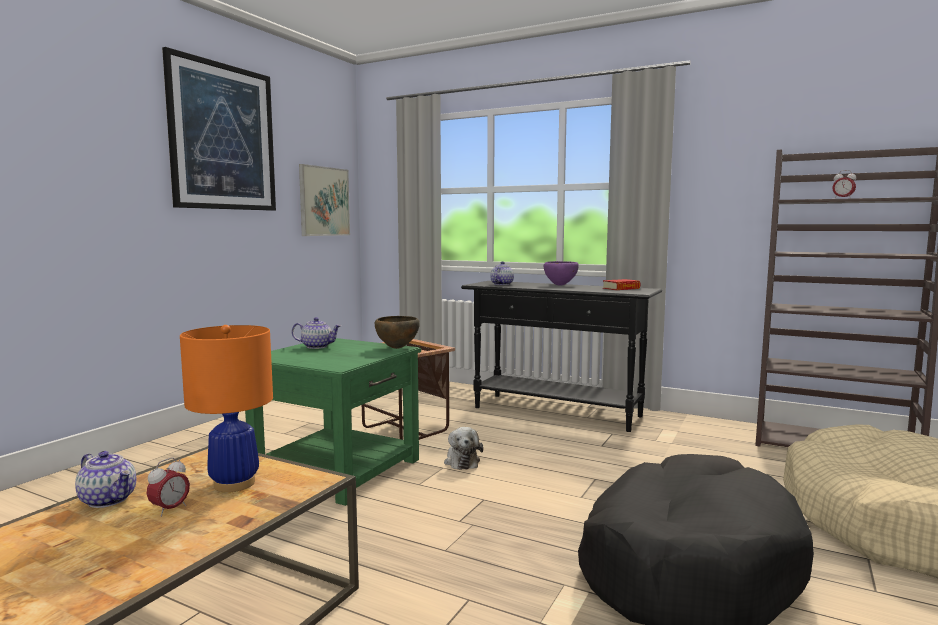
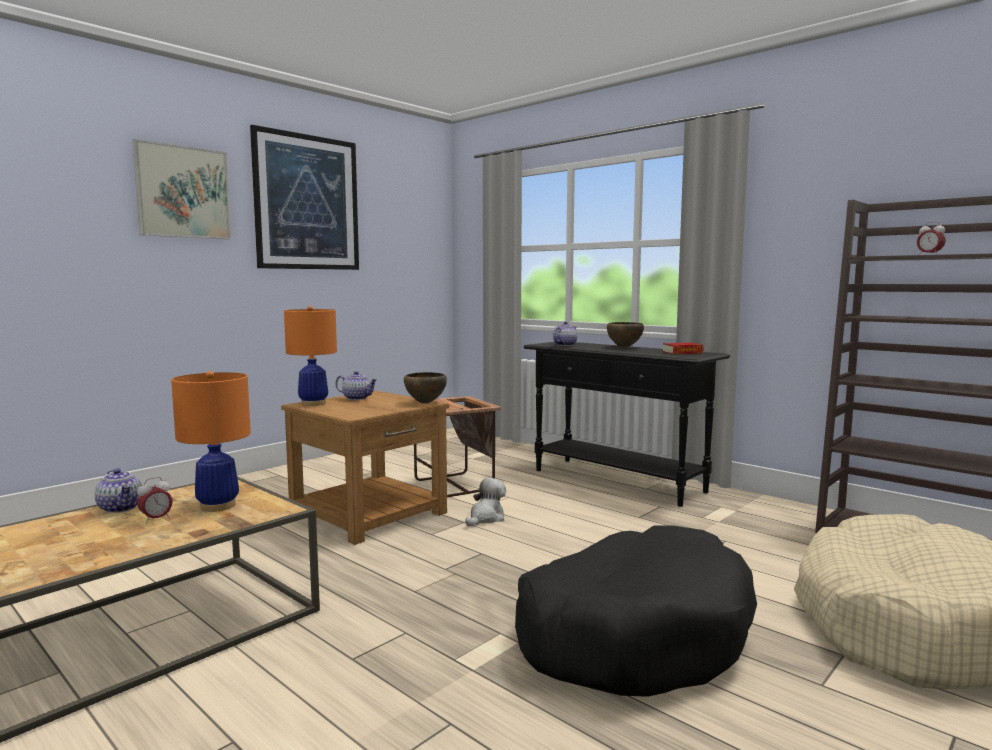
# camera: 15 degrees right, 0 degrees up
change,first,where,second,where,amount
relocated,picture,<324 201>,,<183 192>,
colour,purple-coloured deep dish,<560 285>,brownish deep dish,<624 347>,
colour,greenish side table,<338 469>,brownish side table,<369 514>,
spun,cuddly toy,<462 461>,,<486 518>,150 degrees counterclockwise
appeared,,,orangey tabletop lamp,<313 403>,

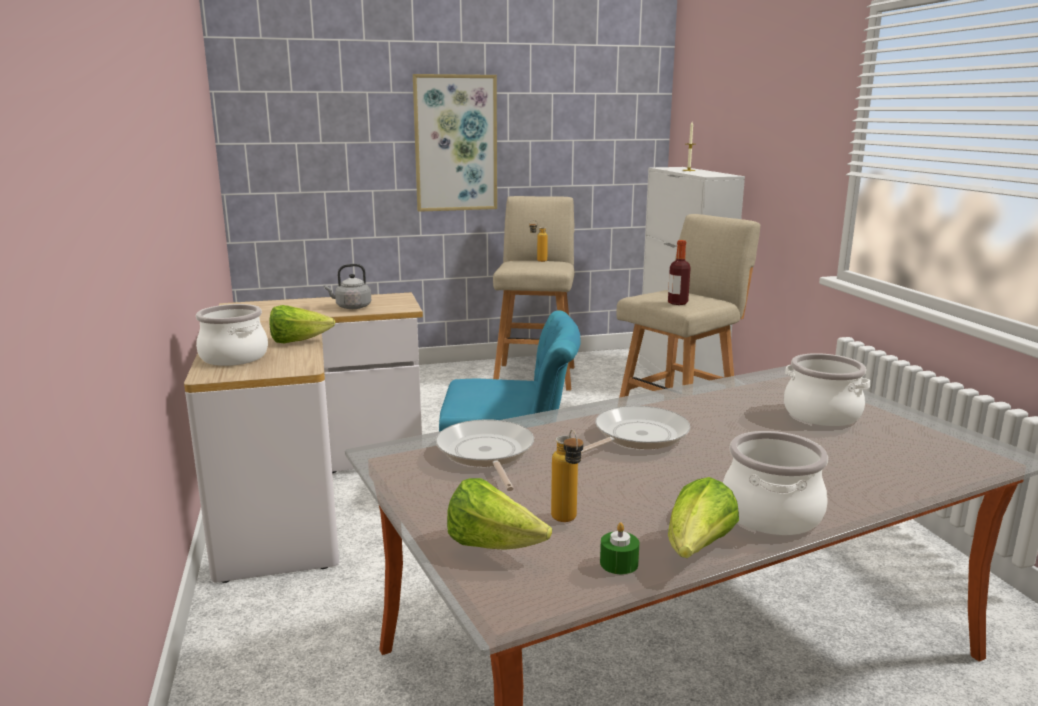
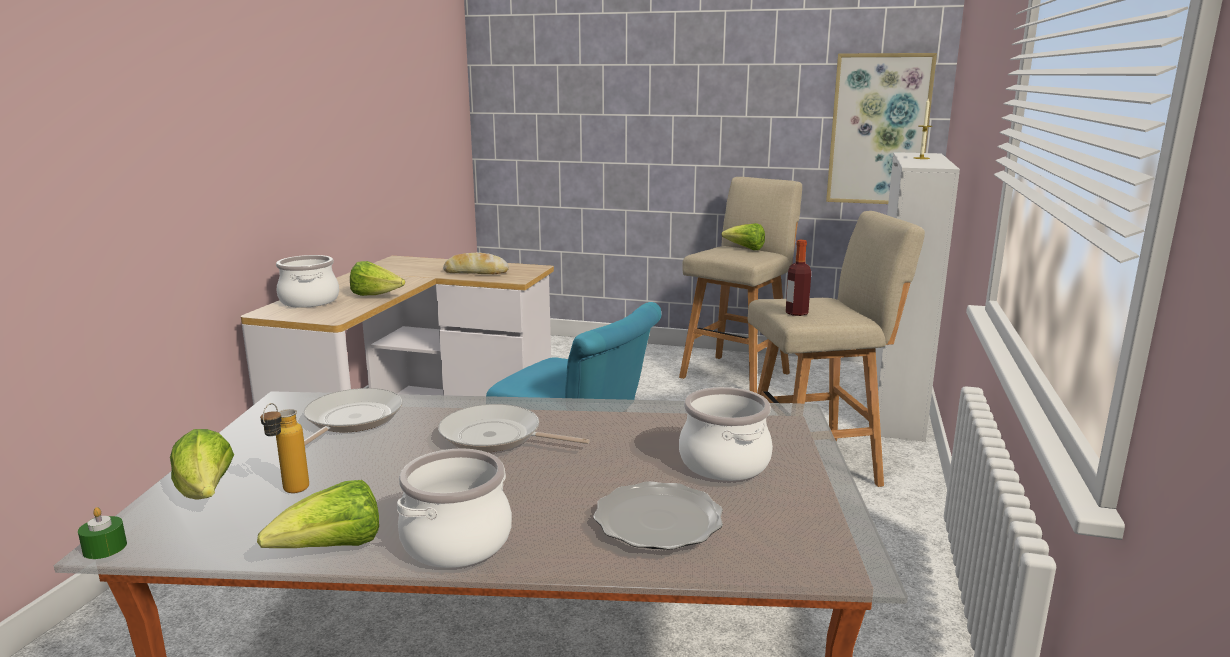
# camera: 30 degrees right, 0 degrees up
change,first,where,second,where,amount
relocated,picture,<455 143>,,<879 130>,
exchanged,drink bottle,<537 260>,head of lettuce,<745 249>,
exchanged,gray tea kettle,<351 307>,baked bread,<476 272>,
spun,pan,<636 436>,,<496 437>,150 degrees counterclockwise
relocated,greenish wax candle,<619 563>,,<105 548>,
appeared,,,flat dish,<657 521>,

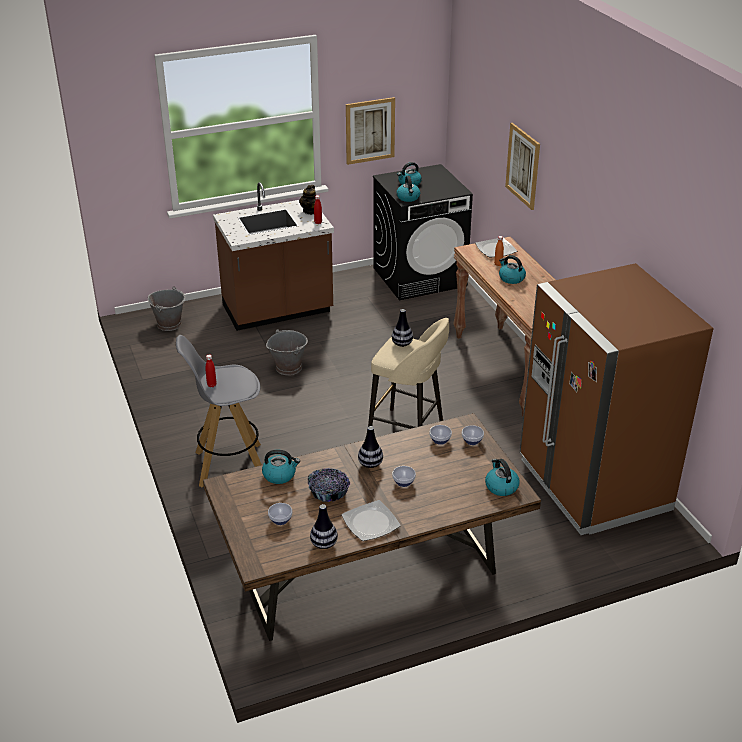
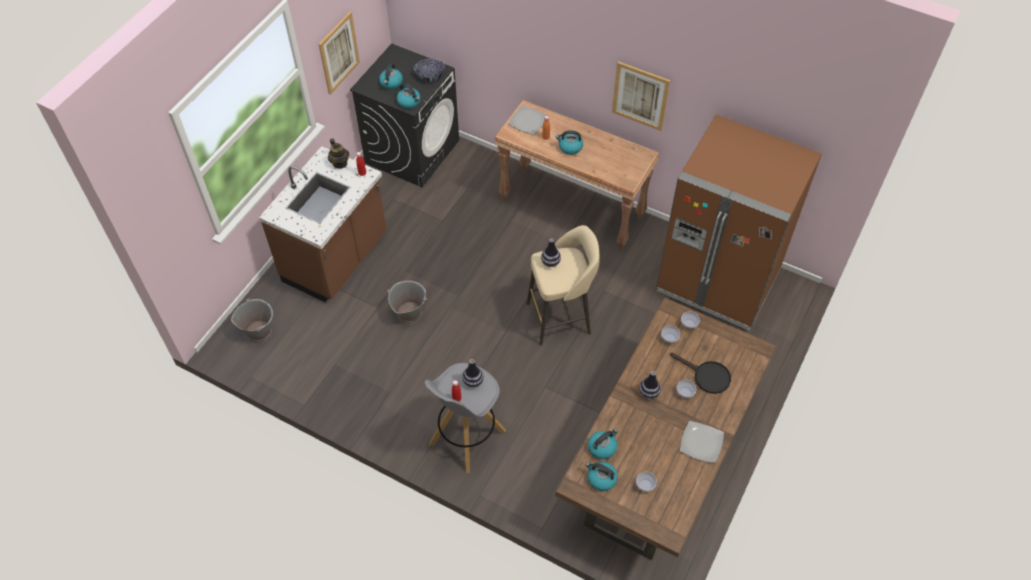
# camera: 40 degrees left, 20 degrees up
change,first,where,second,where,amount
relocated,picture,<523 166>,,<640 96>,
relocated,tea kettle,<501 486>,,<601 479>,
relocated,deep dish,<328 492>,,<429 75>,
relocated,flower vase,<324 544>,,<473 381>,
appeared,,,black pan,<706 376>,

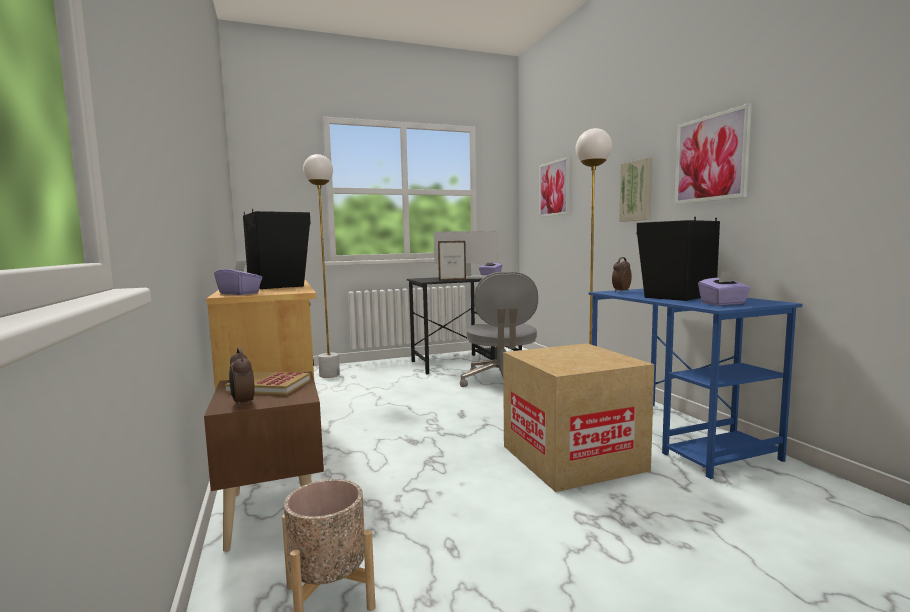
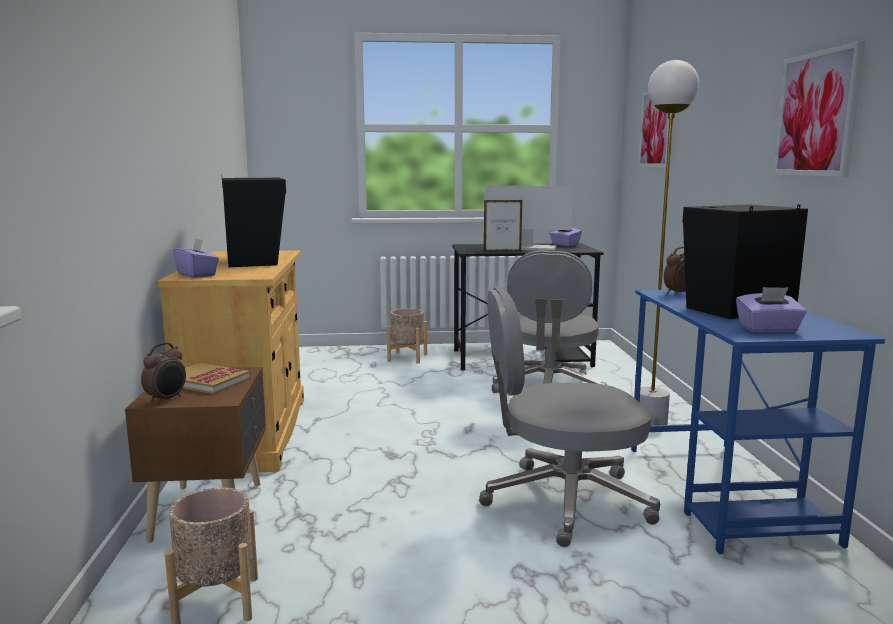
# camera: 15 degrees right, 5 degrees up
change,first,where,second,where,amount
missing,white standard lamp,<329 375>,,,
missing,picture,<637 191>,,,
exchanged,carton,<572 458>,gray office chair,<563 501>,
spun,alarm clock,<242 404>,,<167 399>,135 degrees counterclockwise
appeared,,,beige-coloured plant pot,<407 358>,

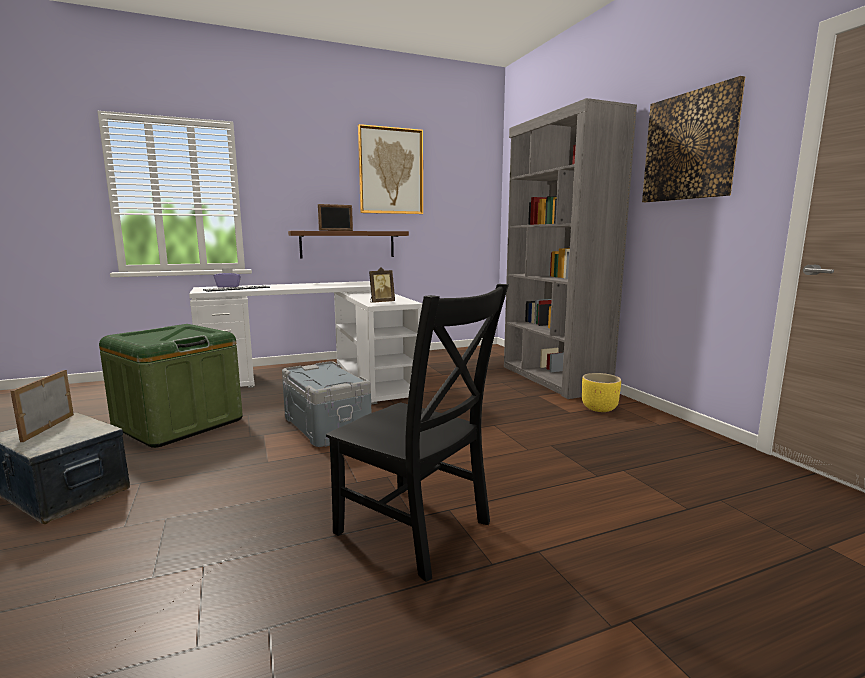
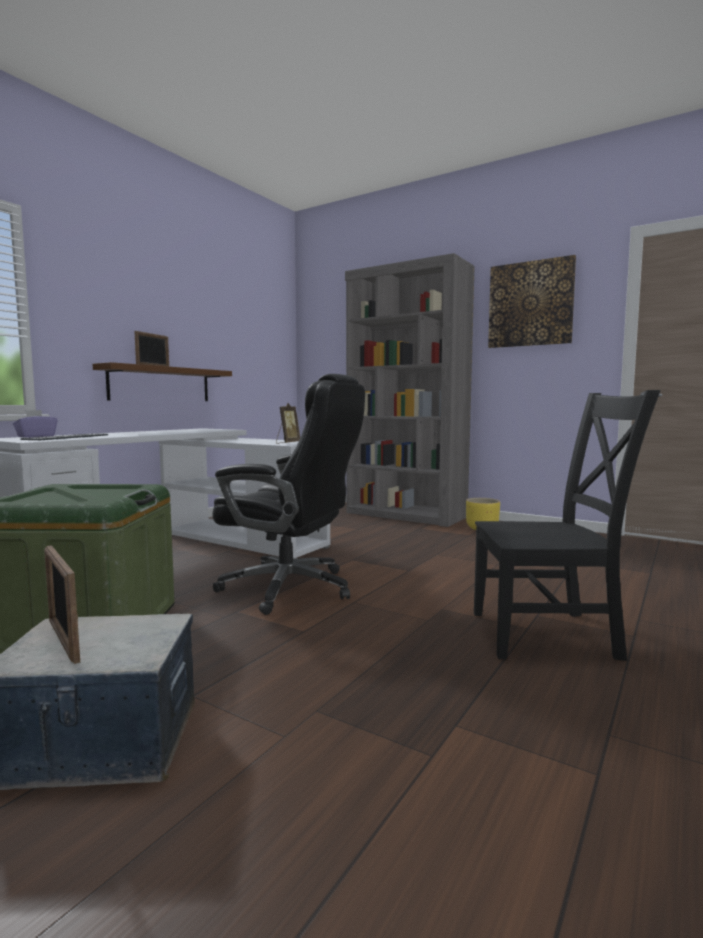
# camera: 35 degrees left, 5 degrees down
change,first,where,second,where,amount
missing,picture,<391 171>,,,
exchanged,gray storage box,<325 426>,black office chair,<290 588>,

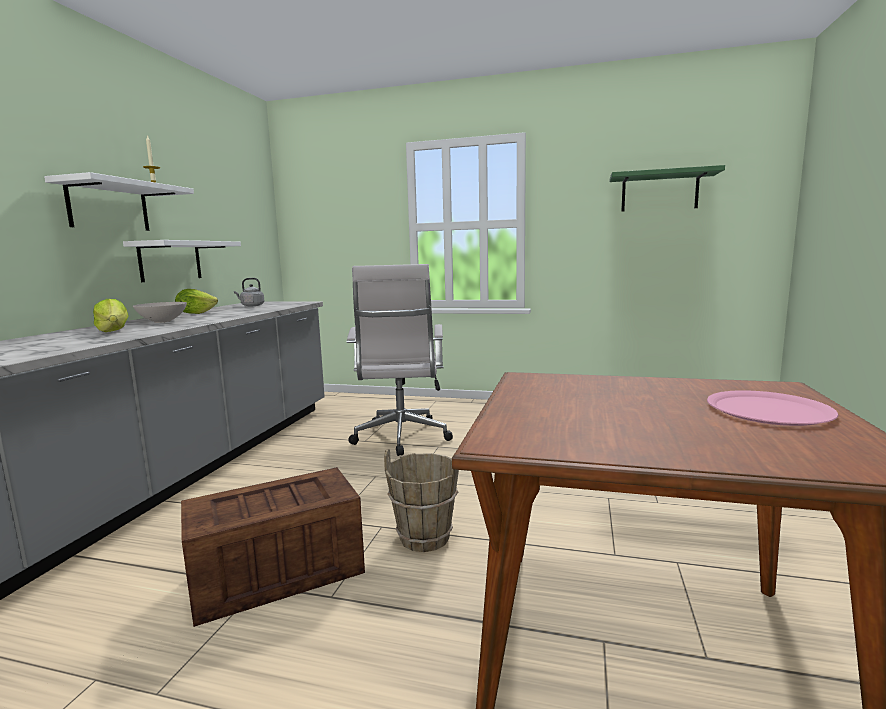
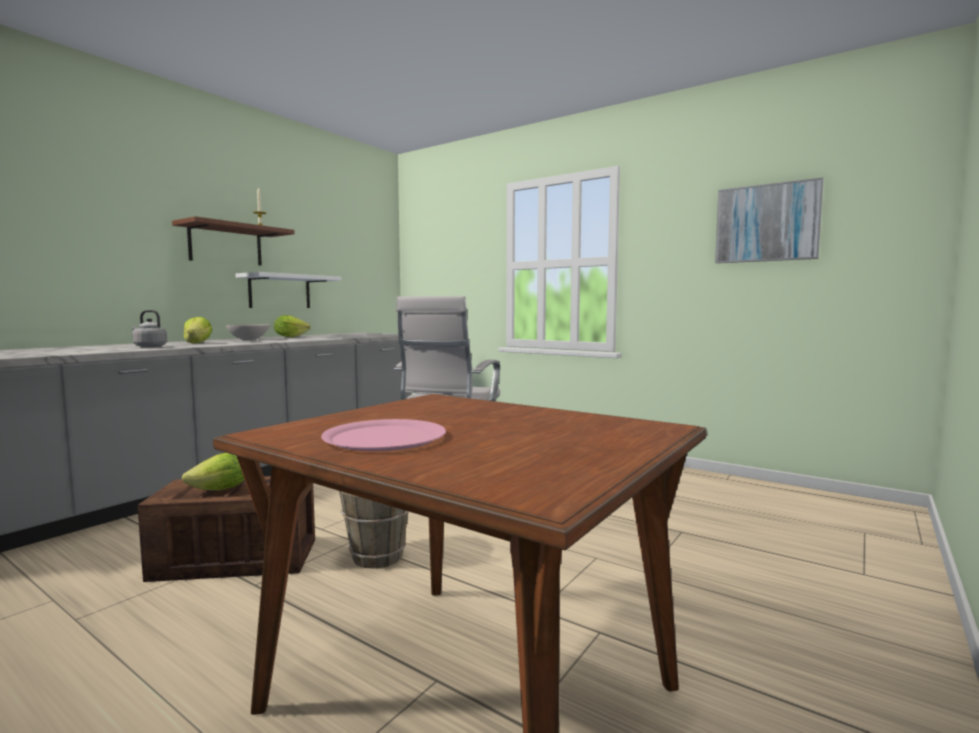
# camera: 20 degrees right, 5 degrees down
change,first,where,second,where,amount
exchanged,greenish bracket shelf,<659 192>,picture,<767 223>,
colour,white bracket shelf,<108 206>,brownish bracket shelf,<226 245>,
relocated,gray tea kettle,<251 306>,,<149 346>,
relocated,pink-coloured flat dish,<768 410>,,<384 437>,
appeared,,,head of lettuce,<221 490>,

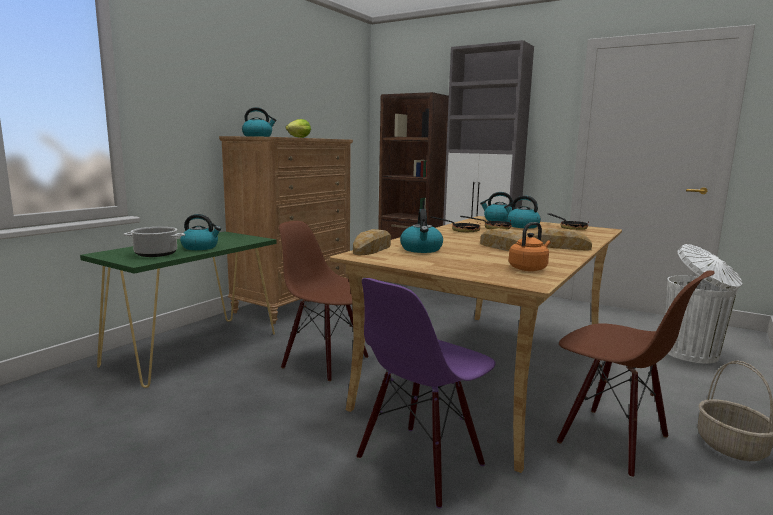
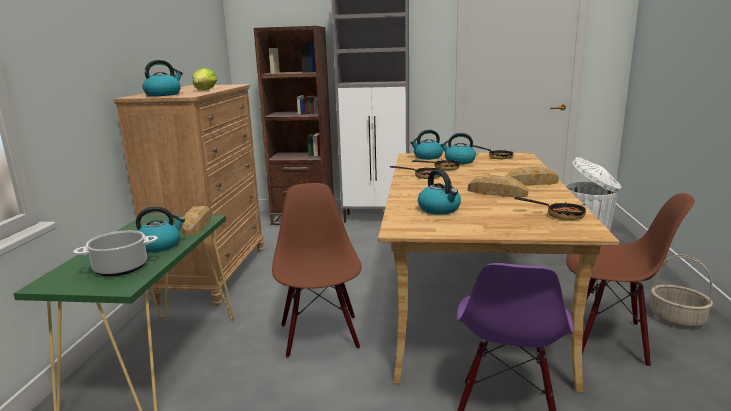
# camera: 25 degrees left, 5 degrees up
change,first,where,second,where,amount
spun,brownish chair,<326 361>,,<320 335>,75 degrees clockwise
exchanged,orangey tea kettle,<529 268>,pan,<559 215>,
relocated,baked bread,<373 249>,,<197 225>,

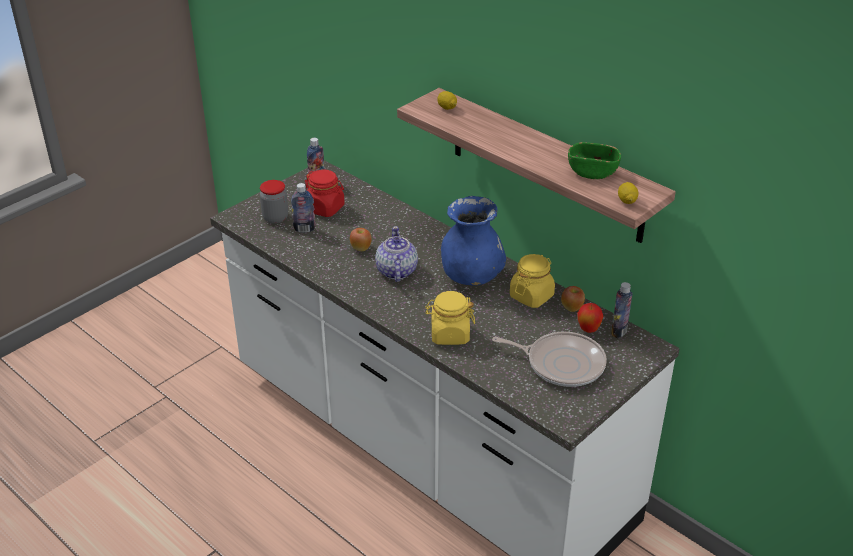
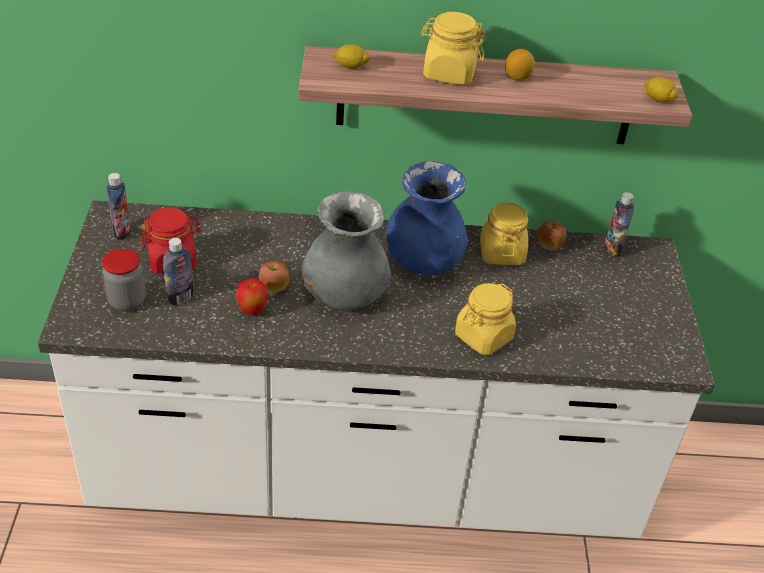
# camera: 45 degrees left, 5 degrees up
change,first,where,second,where,amount
missing,greenish deep dish,<592 172>,,,
exchanged,teapot,<396 271>,gray flower vase,<344 295>,
relocated,whole apple,<588 330>,,<252 311>,
missing,pan,<561 363>,,,
appeared,,,yellow preserve jar,<449 73>,
appeared,,,lemon,<517 78>,

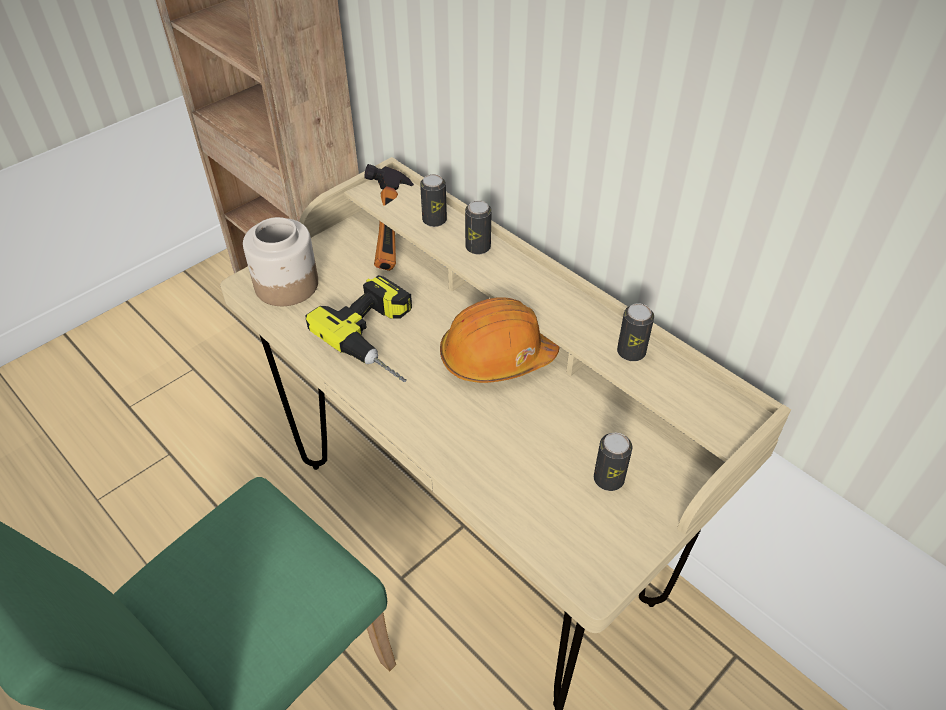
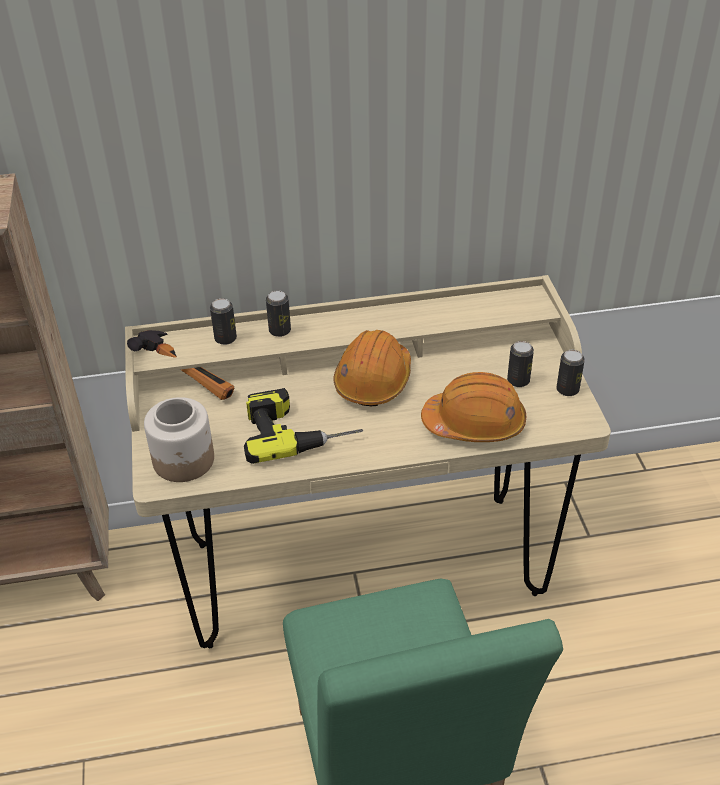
# camera: 55 degrees left, 5 degrees down
change,first,where,second,where,amount
relocated,can,<631 352>,,<567 389>,
appeared,,,orangey safety helmet,<474 423>,

